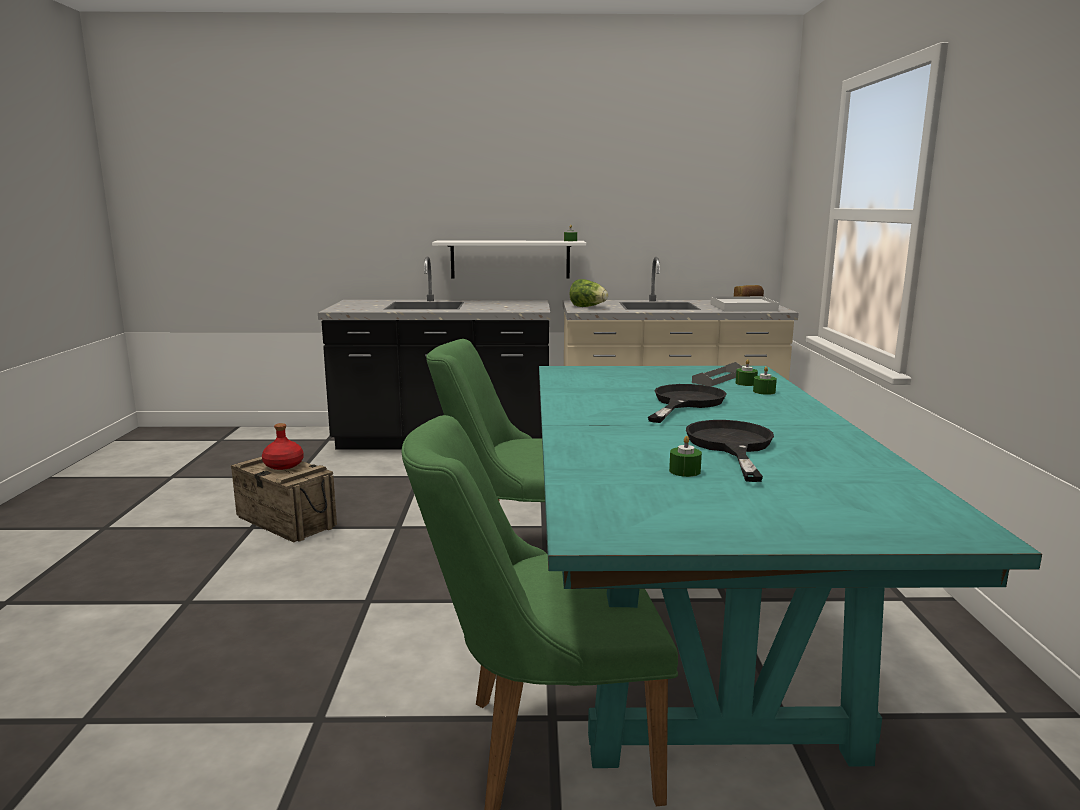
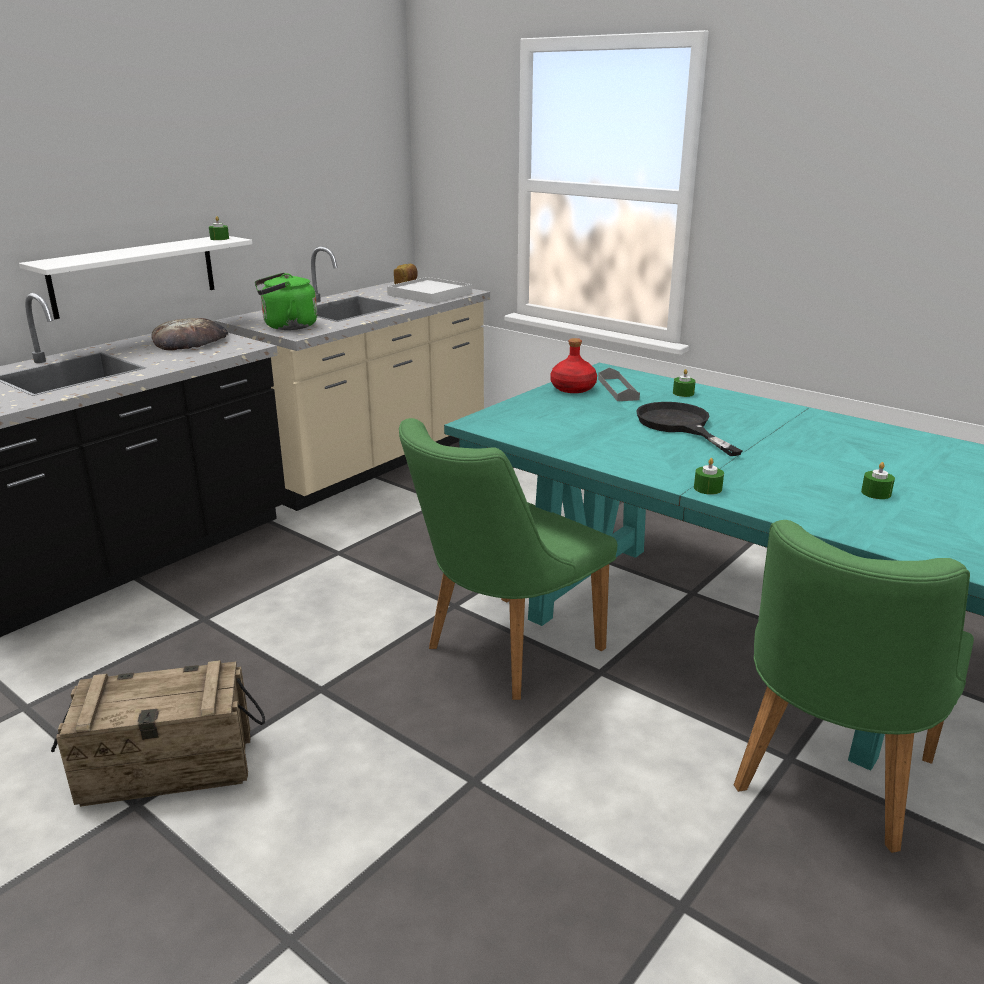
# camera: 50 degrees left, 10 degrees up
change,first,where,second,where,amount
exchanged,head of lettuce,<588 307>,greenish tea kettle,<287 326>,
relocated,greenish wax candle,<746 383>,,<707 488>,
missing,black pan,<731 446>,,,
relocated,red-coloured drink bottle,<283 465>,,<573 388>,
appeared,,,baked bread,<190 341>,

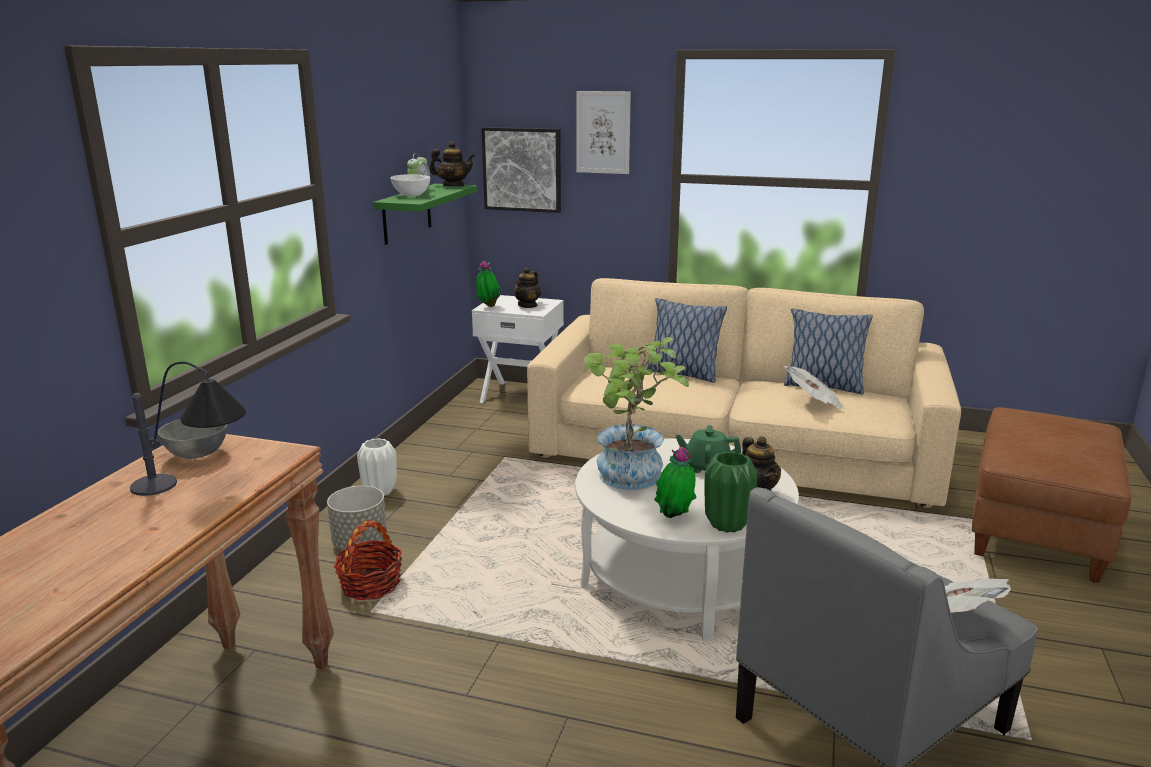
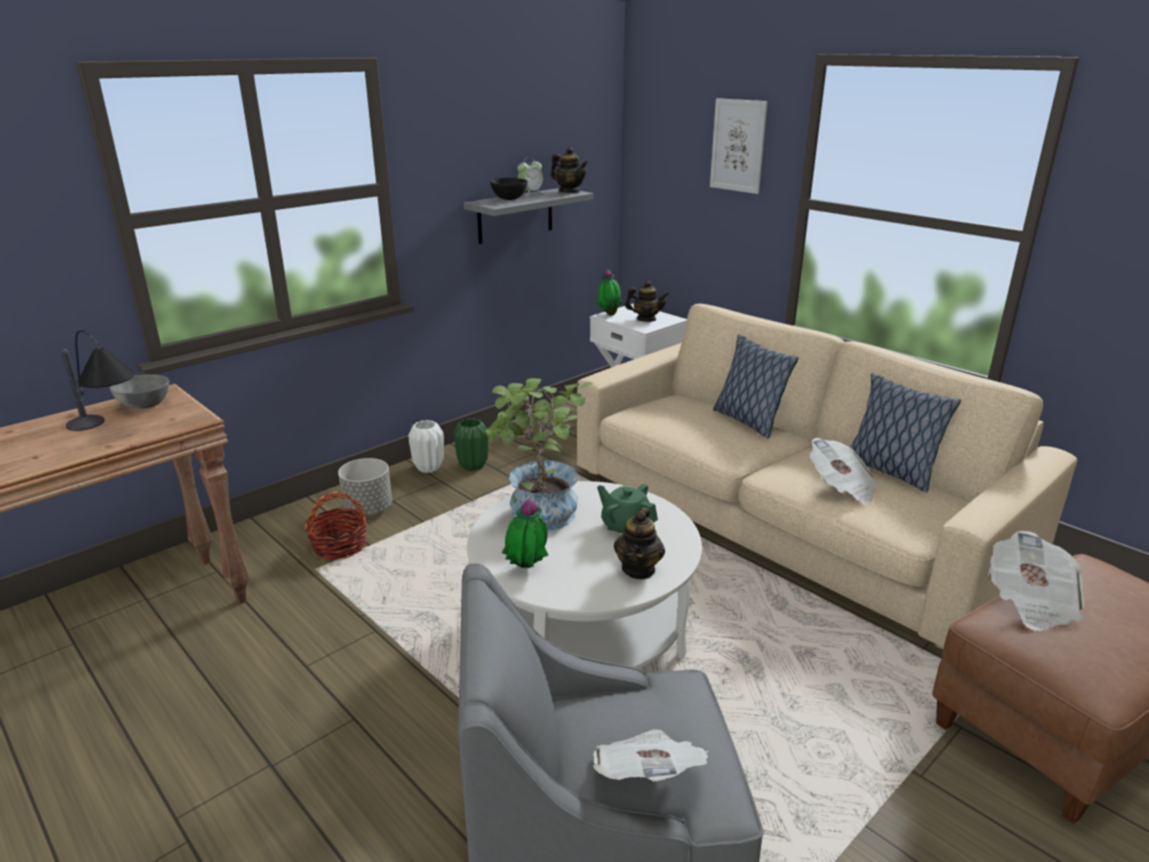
# camera: 30 degrees right, 5 degrees up
change,first,where,second,where,amount
missing,picture,<522 169>,,,
colour,white deep dish,<411 195>,black deep dish,<509 198>,
colour,greenish bracket shelf,<407 213>,gray bracket shelf,<515 215>,
spun,teapot,<527 305>,,<646 319>,135 degrees counterclockwise
relocated,greenish flower vase,<727 524>,,<473 466>,
appeared,,,daily paper,<1030 602>,

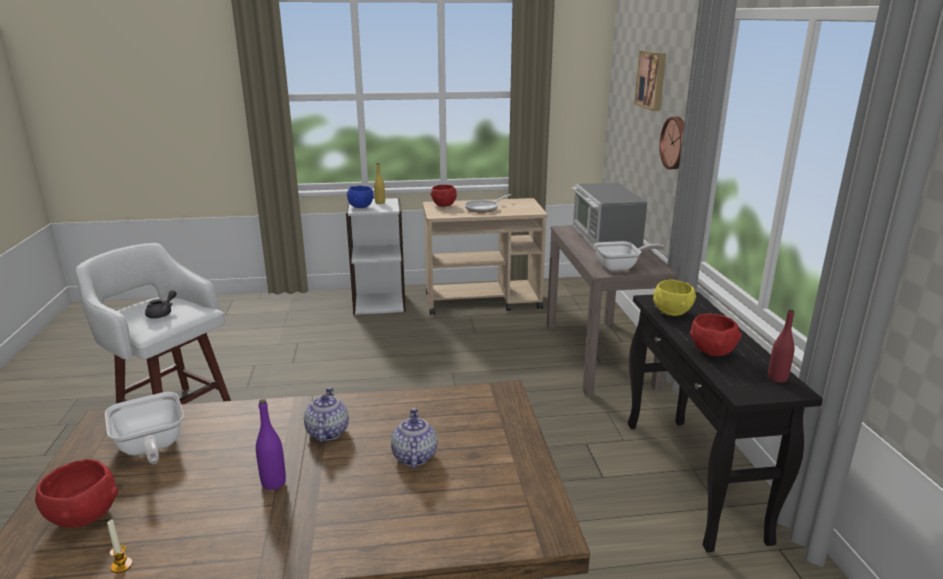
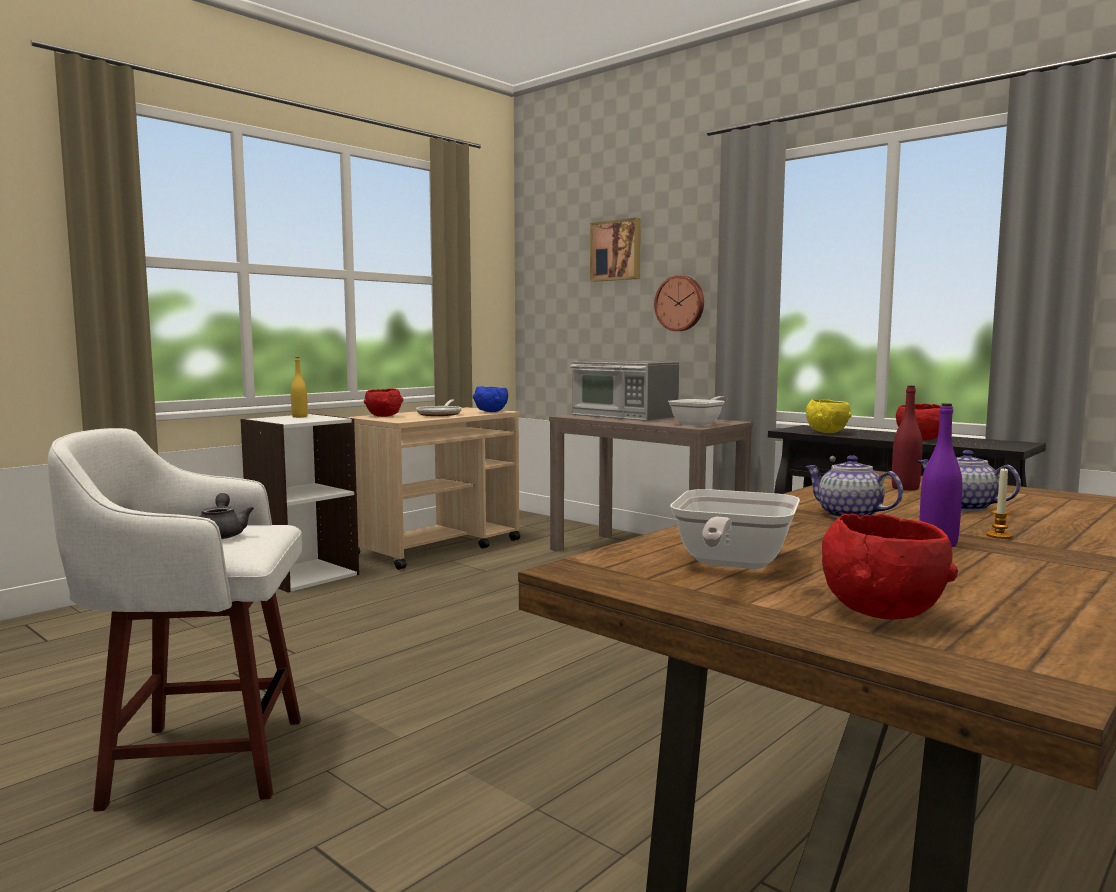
# camera: 40 degrees left, 15 degrees down
change,first,where,second,where,amount
relocated,blue deep dish,<361 207>,,<491 412>,
relocated,red-coloured drink bottle,<777 378>,,<905 488>,
spun,pan,<150 448>,,<730 564>,90 degrees clockwise
relocated,wax candle,<122 565>,,<999 536>,

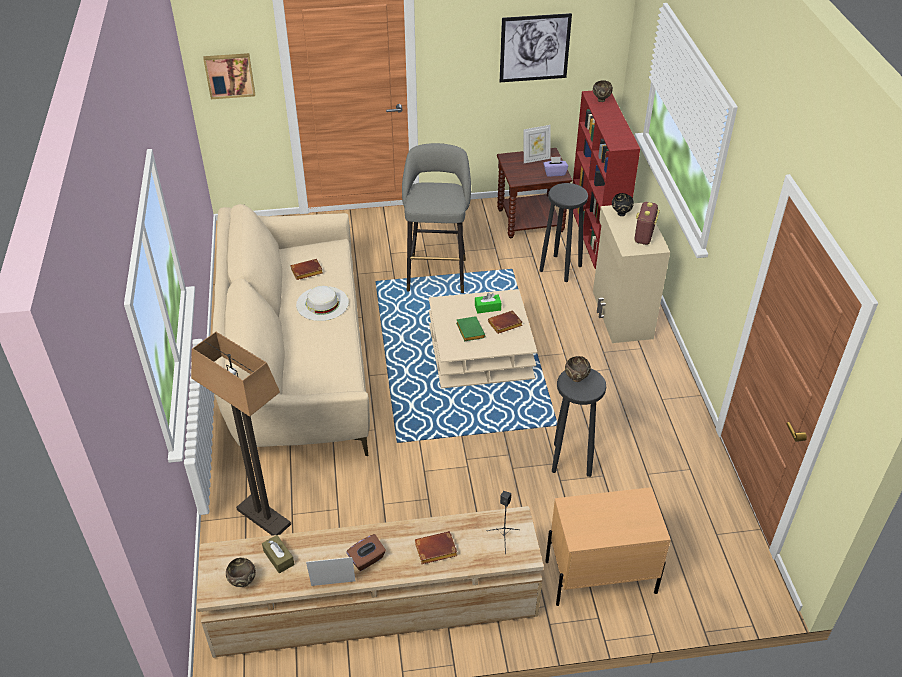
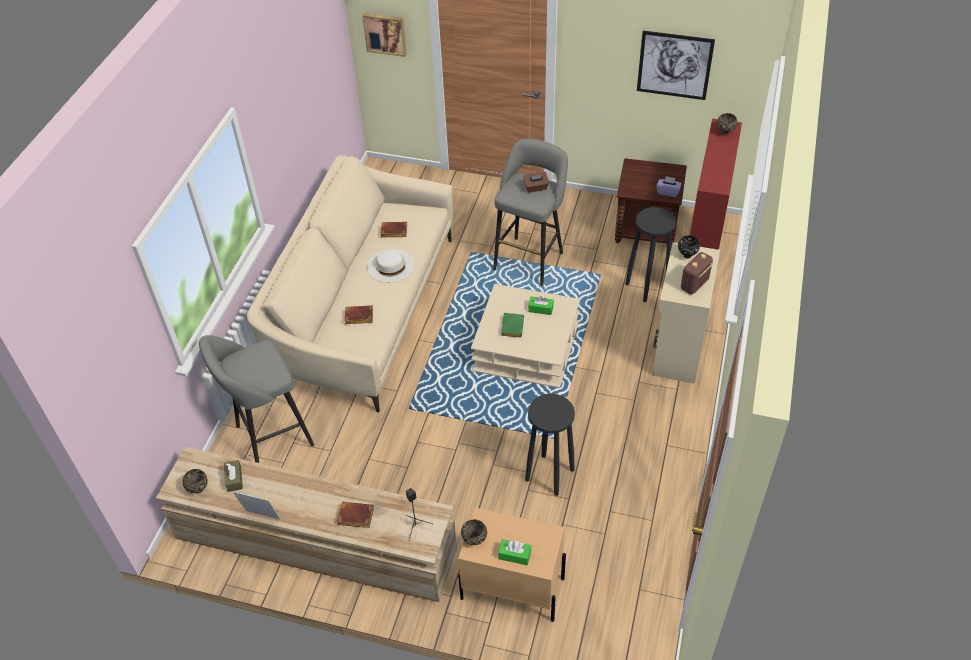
# camera: 25 degrees right, 5 degrees up
change,first,where,second,where,amount
missing,photo frame,<536 159>,,,
relocated,brownish bound book,<504 325>,,<358 317>,
exchanged,standard lamp,<263 517>,gray stool,<270 437>,
relocated,brownish deep dish,<576 379>,,<474 540>,
relocated,brownish tissue box,<367 559>,,<536 188>,
appeared,,,greenish tissue box,<514 555>,

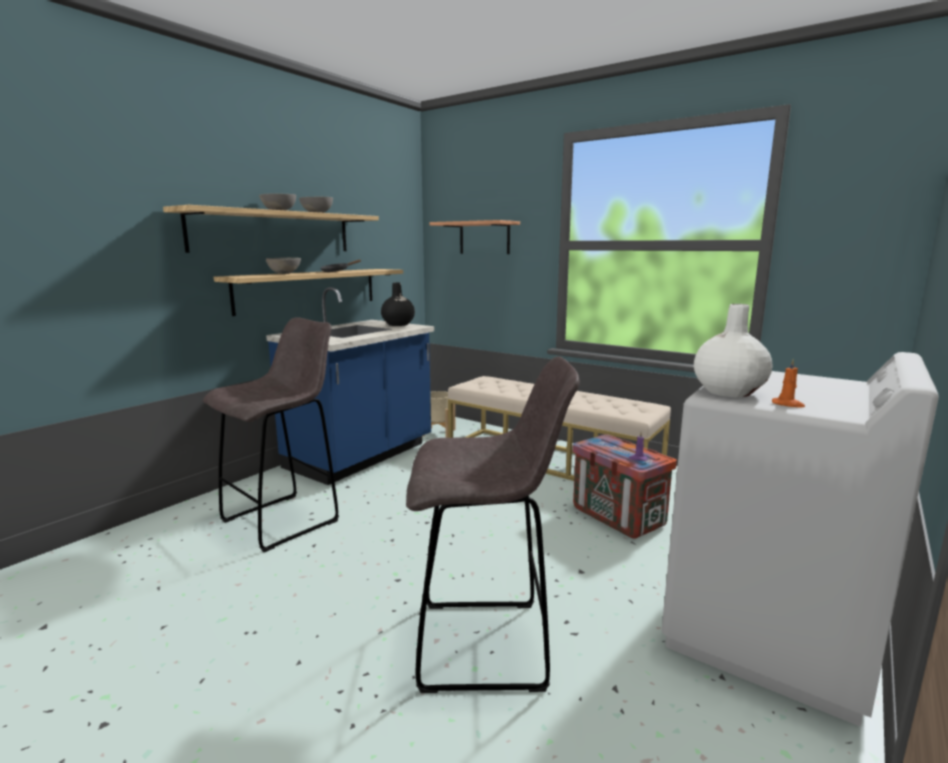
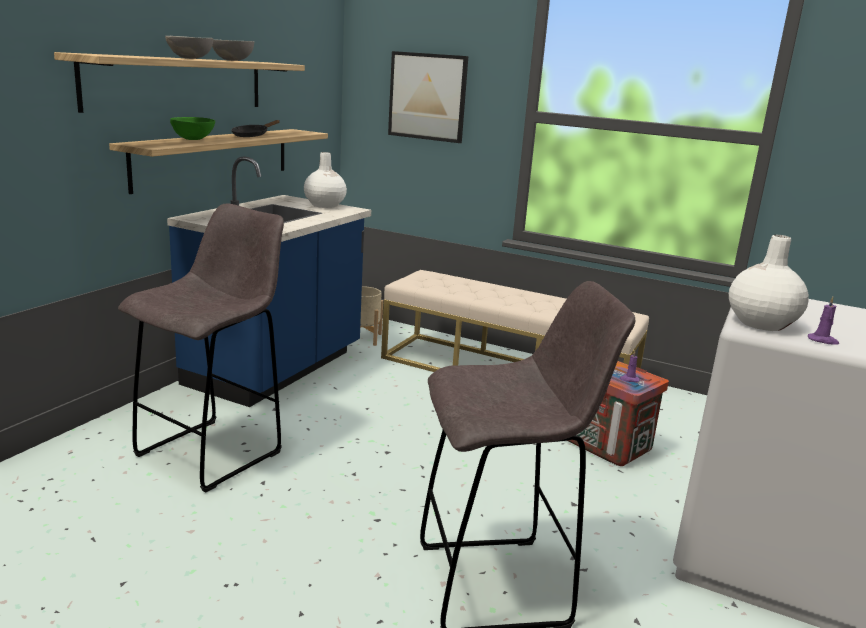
# camera: 10 degrees left, 5 degrees up
change,first,where,second,where,amount
exchanged,bracket shelf,<484 238>,picture,<427 97>,
colour,gray deep dish,<285 273>,greenish deep dish,<194 139>,
colour,black flower vase,<398 324>,white flower vase,<324 205>,
colour,orangey wax candle,<788 404>,purple-coloured wax candle,<822 341>,

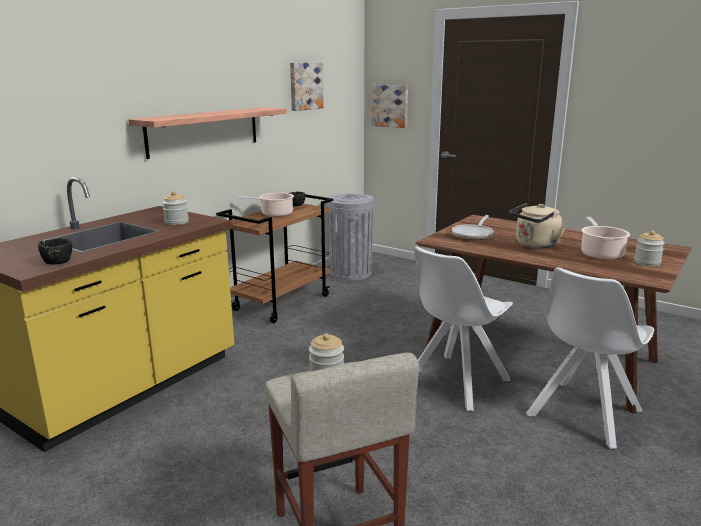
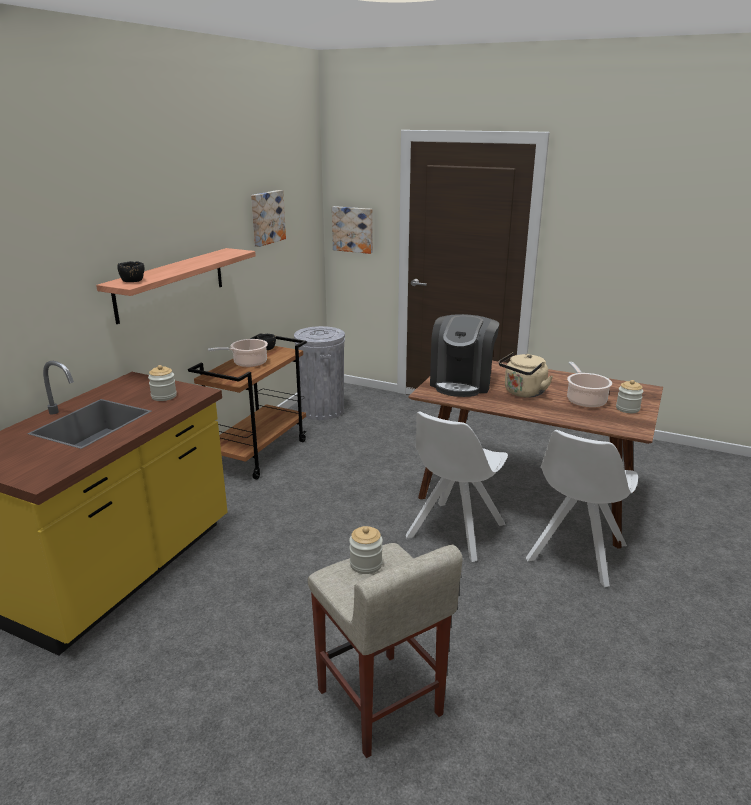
# camera: 10 degrees left, 5 degrees up
change,first,where,second,where,amount
exchanged,pan,<473 235>,coffee machine,<462 382>,
relocated,black deep dish,<58 262>,,<133 281>,

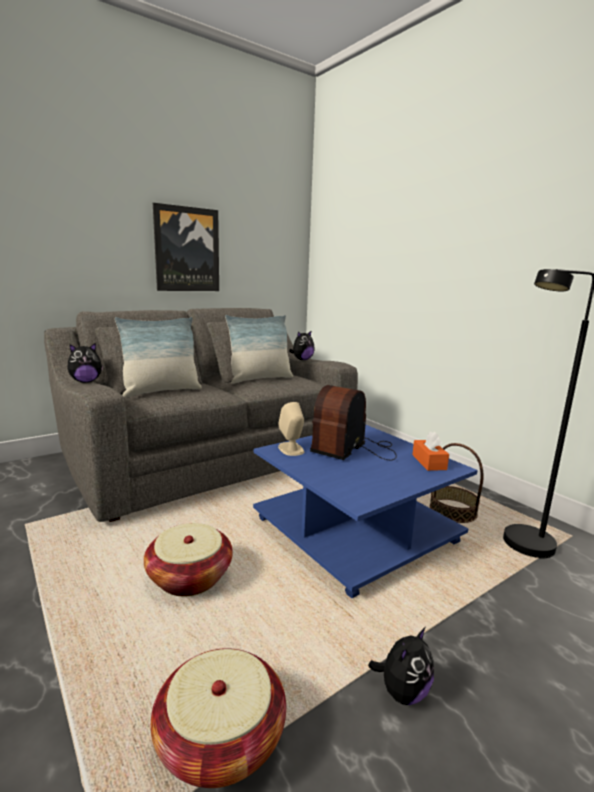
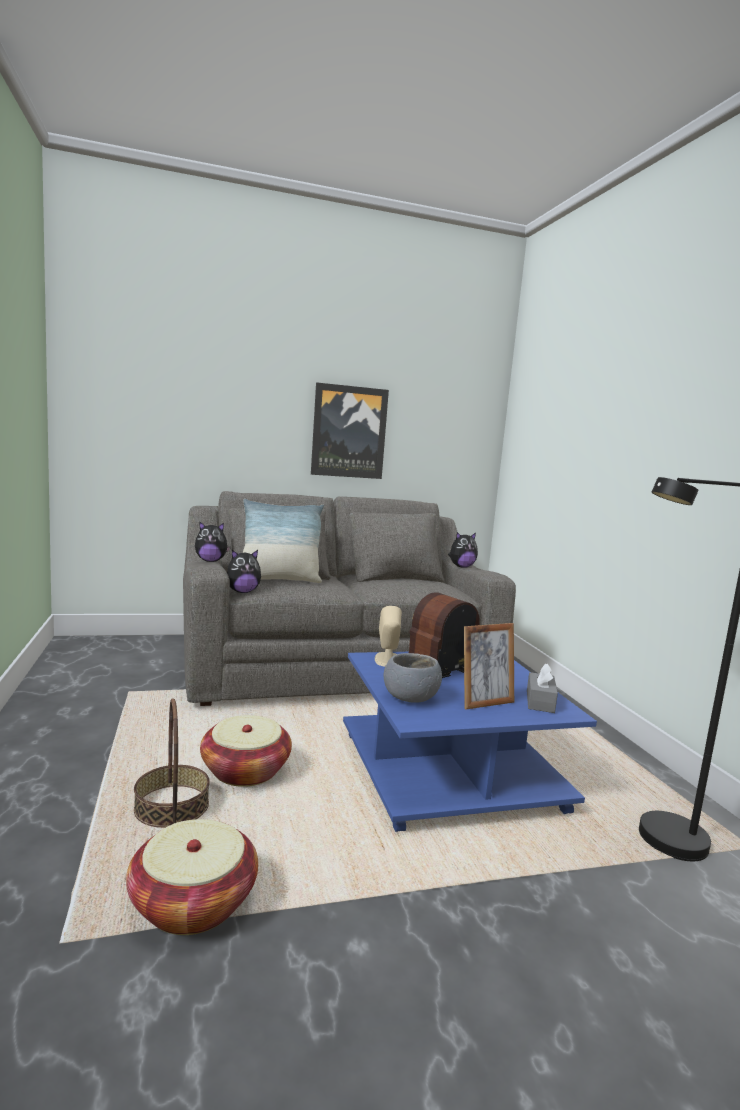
# camera: 20 degrees right, 5 degrees down
change,first,where,second,where,amount
missing,throw pillow,<260 379>,,,
colour,orangey tissue box,<429 462>,gray tissue box,<540 701>,
relocated,household basket,<453 511>,,<172 806>,
relocated,cuddly toy,<402 691>,,<242 592>,
appeared,,,photo frame,<485 702>,
appeared,,,gray deep dish,<410 697>,

